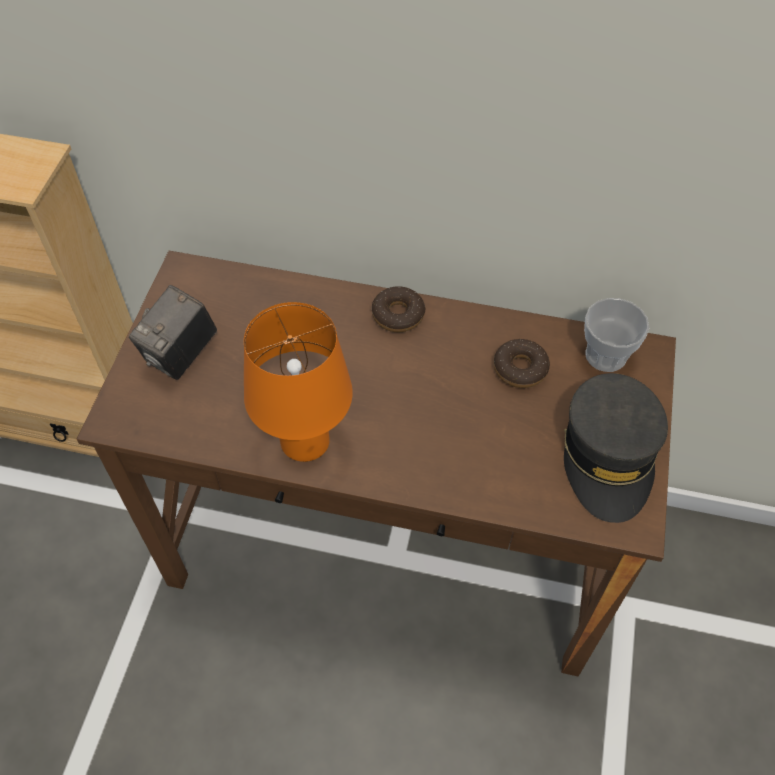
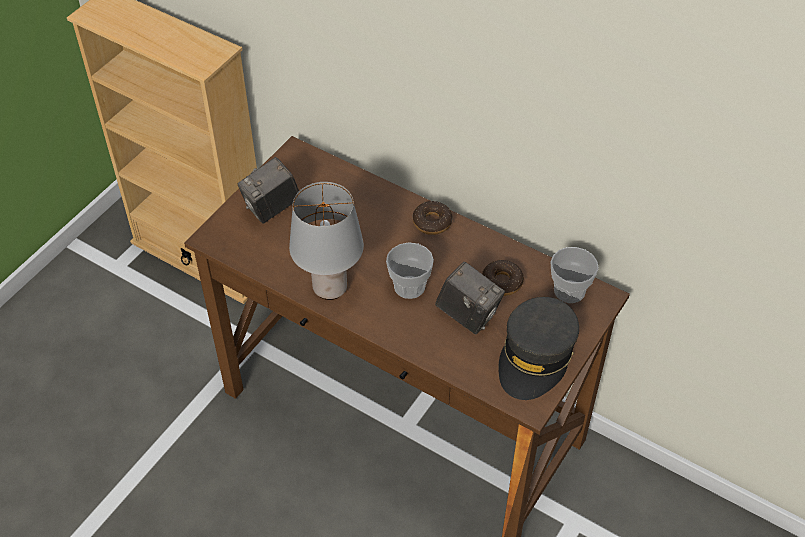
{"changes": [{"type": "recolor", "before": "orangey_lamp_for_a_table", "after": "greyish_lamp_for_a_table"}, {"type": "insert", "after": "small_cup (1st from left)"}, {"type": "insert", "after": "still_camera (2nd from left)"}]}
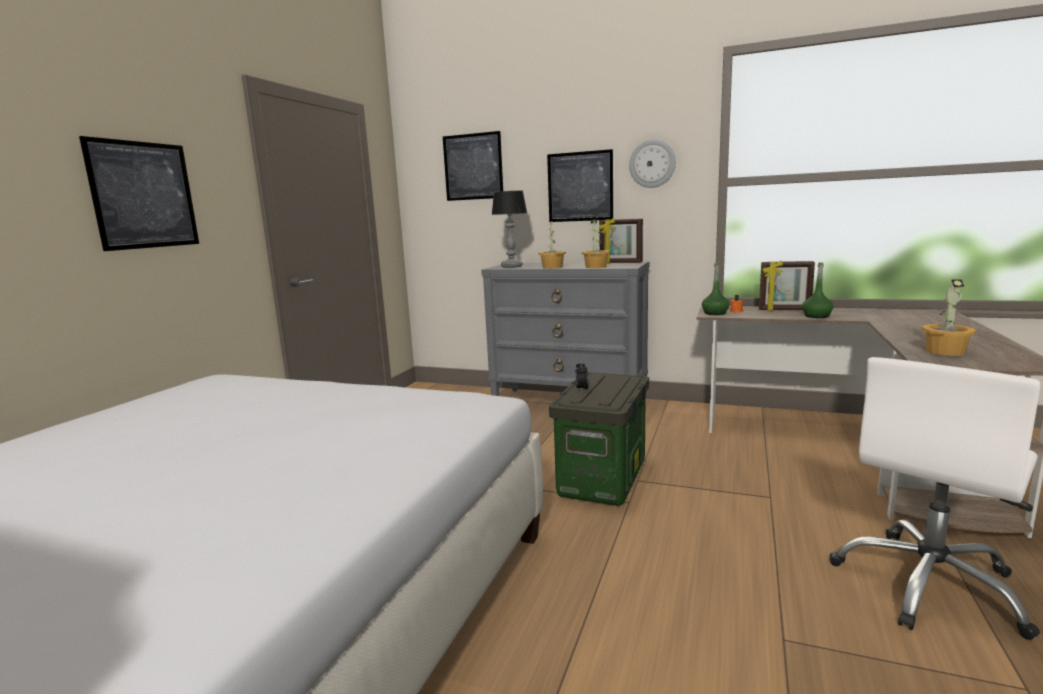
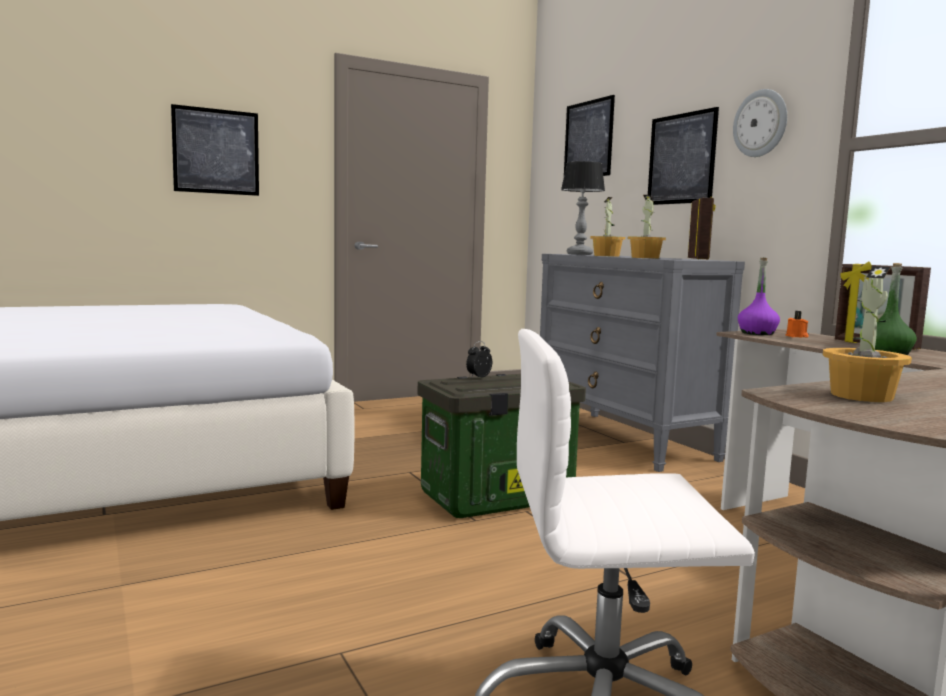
{"changes": [{"type": "rotate", "before": "picture_frame (1st from left)", "turn": -150}, {"type": "recolor", "before": "green-coloured_drink_bottle (1st from left)", "after": "purple-coloured_drink_bottle"}]}
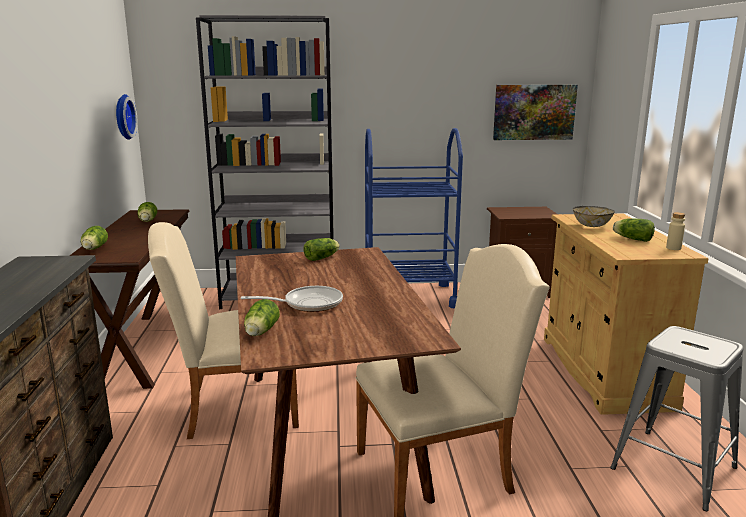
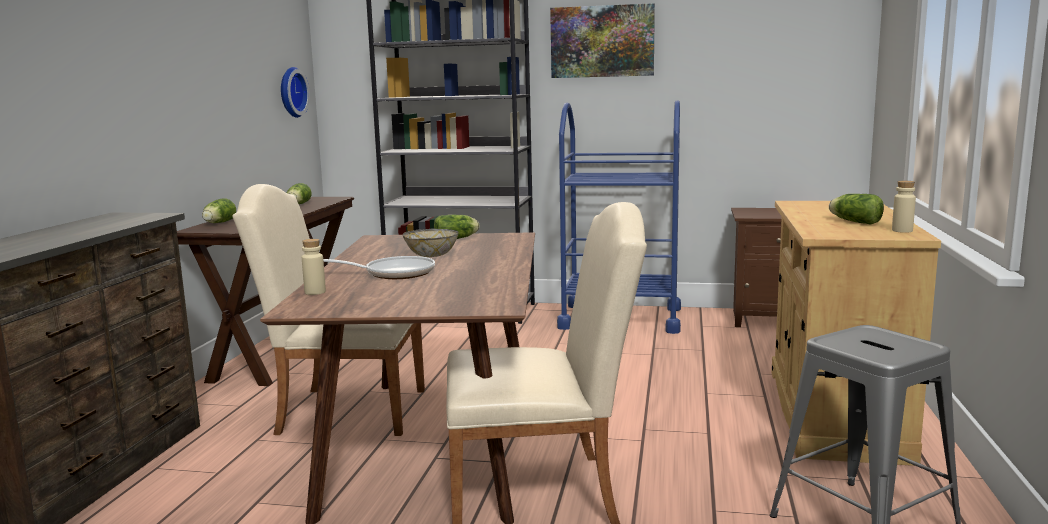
{"changes": [{"type": "replace", "before": "head_of_lettuce (3rd from left)", "after": "sand-coloured_drink_bottle (1st from left)"}, {"type": "move", "before": "serving_bowl"}, {"type": "move", "before": "wall_art"}]}
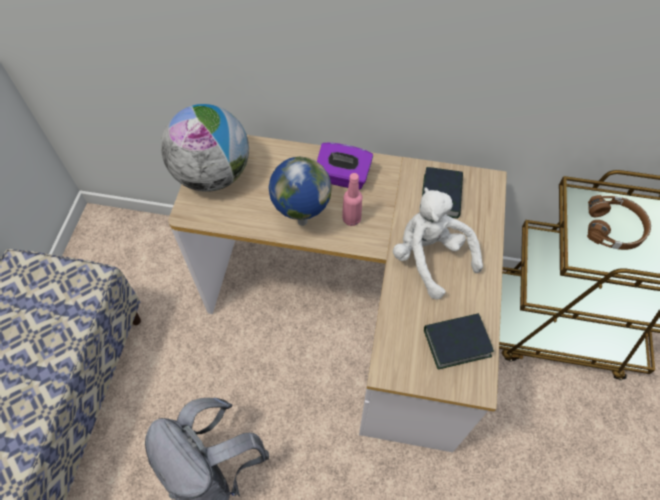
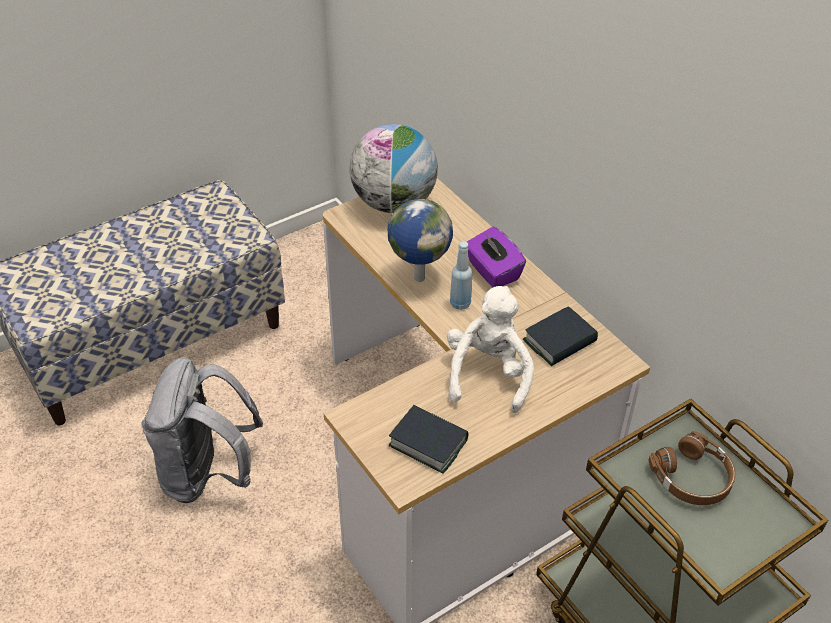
{"changes": [{"type": "recolor", "before": "pink-coloured_drink_bottle", "after": "blue_drink_bottle"}]}
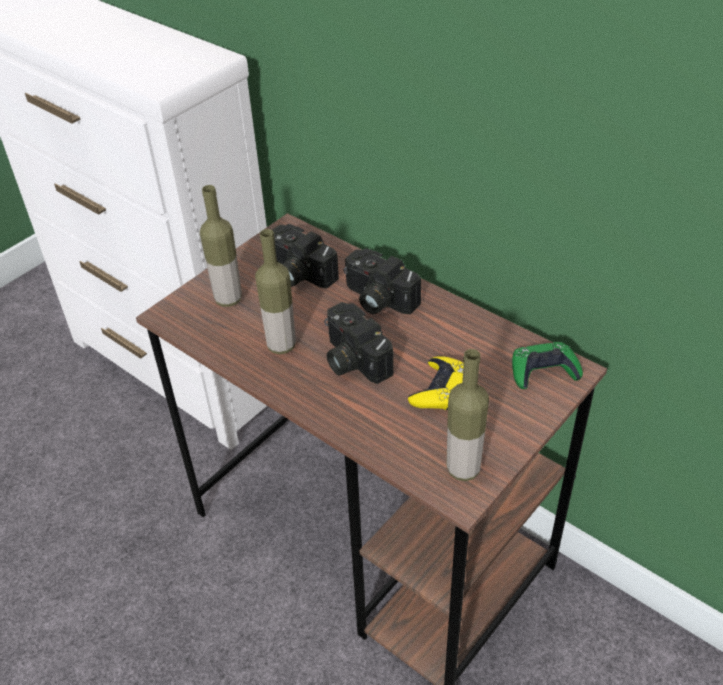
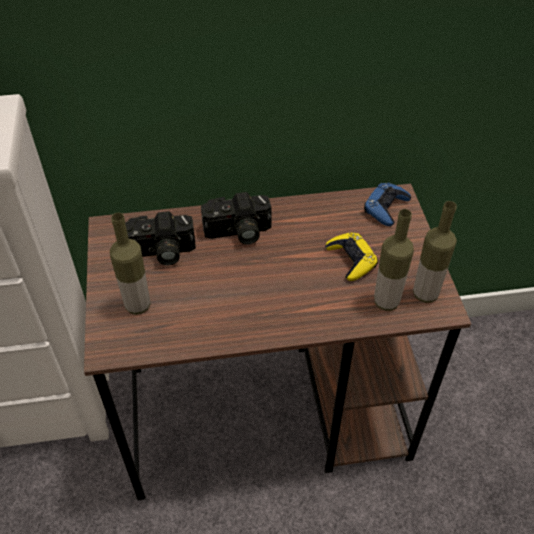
{"changes": [{"type": "recolor", "before": "green-coloured_joypad", "after": "blue_joypad"}, {"type": "move", "before": "drink_bottle (2nd from left)"}, {"type": "delete", "before": "still_camera (2nd from left)"}]}
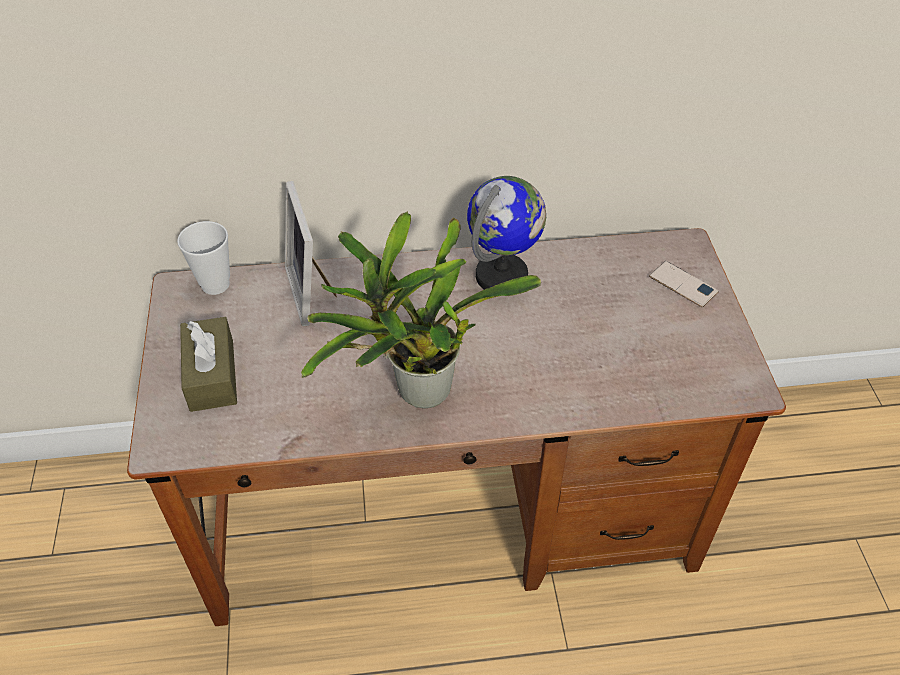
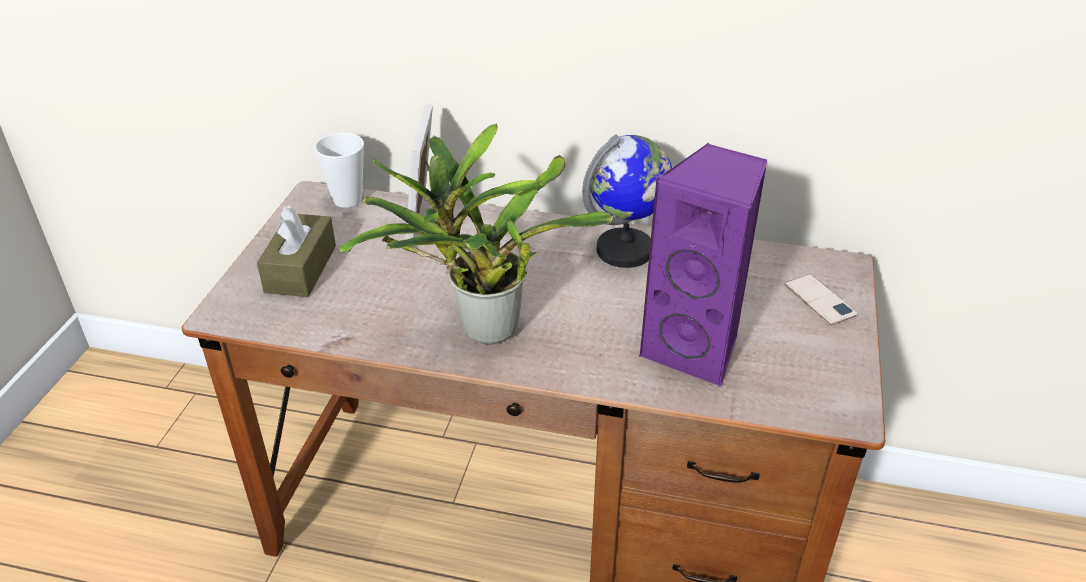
{"changes": [{"type": "insert", "after": "purple-coloured_audio_speaker"}]}
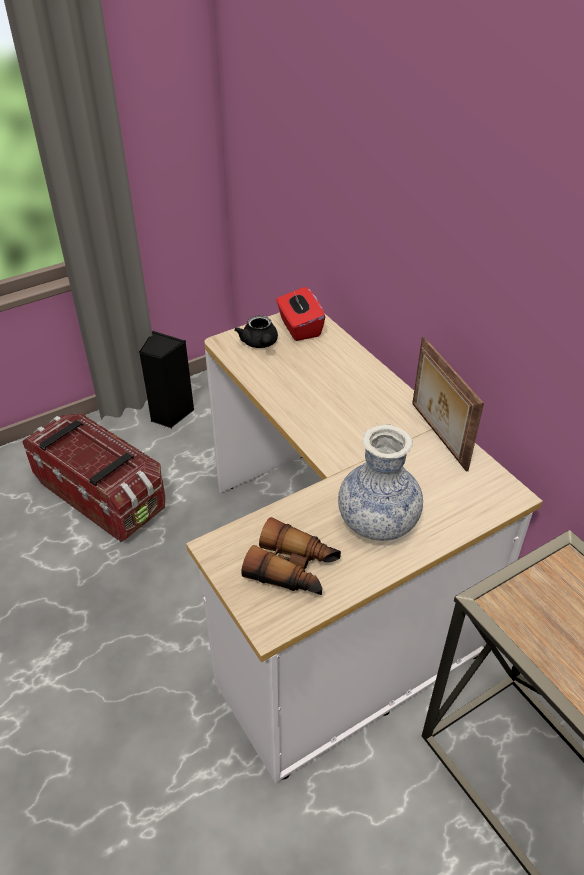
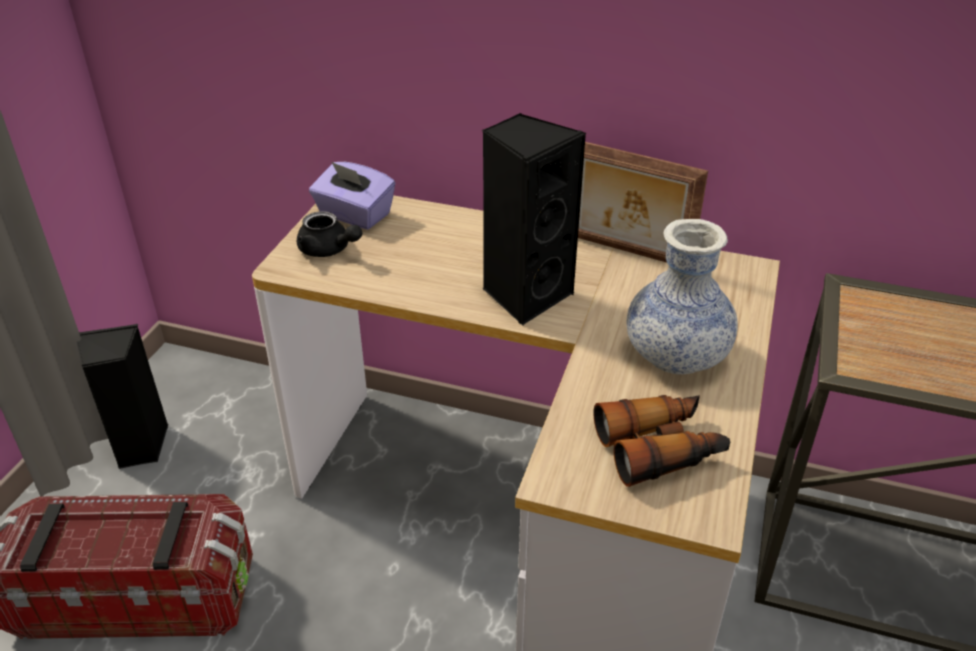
{"changes": [{"type": "recolor", "before": "red-coloured_box_of_tissues", "after": "purple-coloured_box_of_tissues"}, {"type": "insert", "after": "blackish_audio_speaker (2nd from left)"}]}
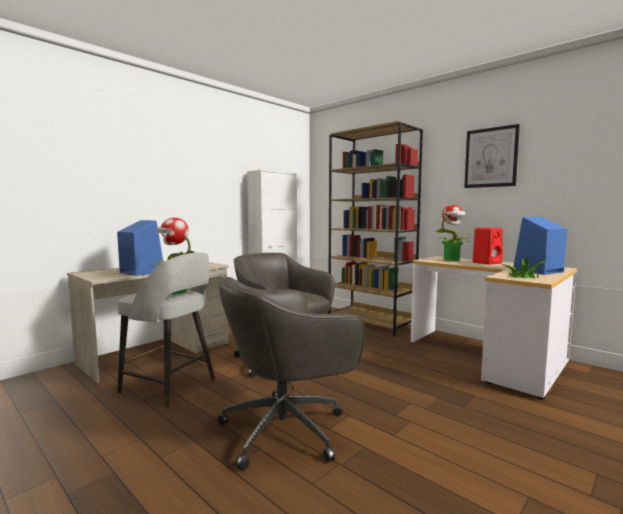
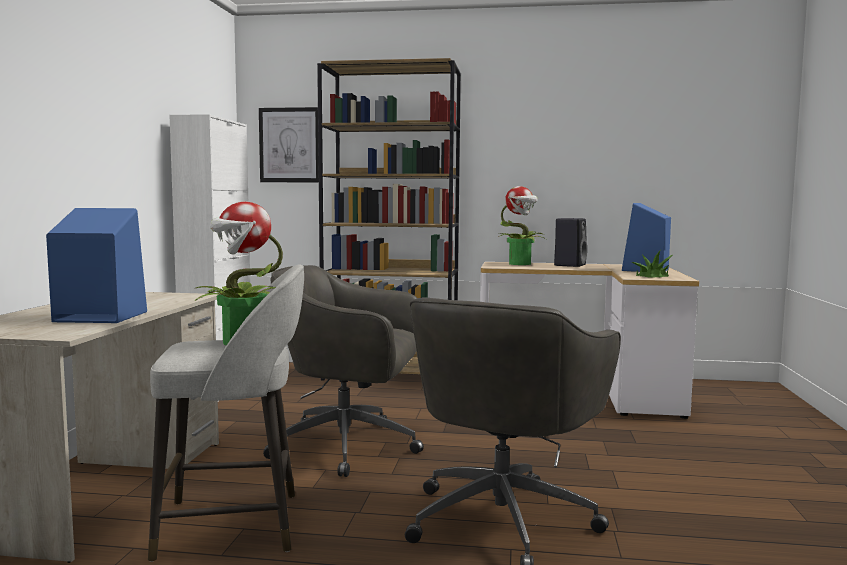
{"changes": [{"type": "move", "before": "wall_art"}, {"type": "recolor", "before": "red-coloured_audio_speaker", "after": "blackish_audio_speaker"}]}
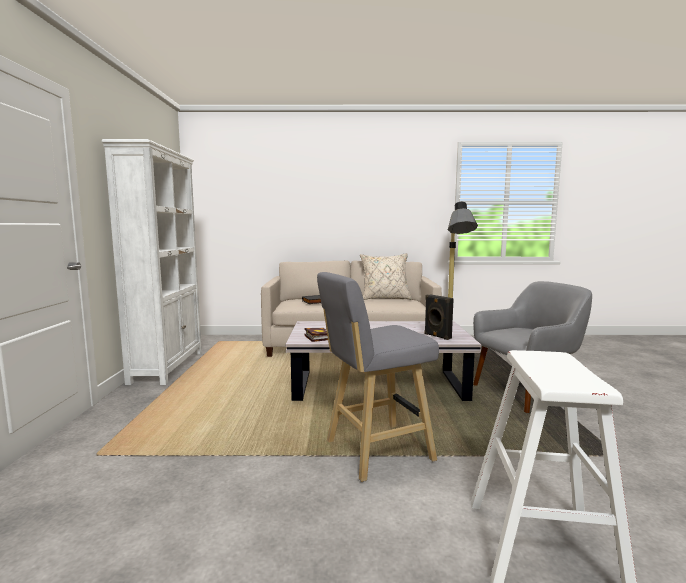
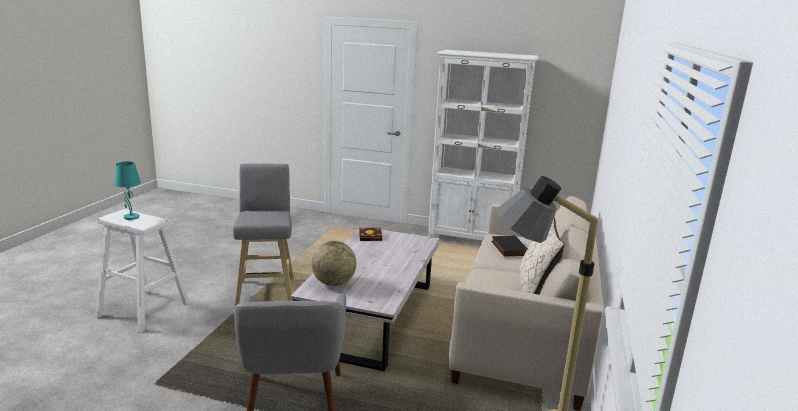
{"changes": [{"type": "insert", "after": "turquoise-coloured_lamp_for_a_table"}, {"type": "replace", "before": "blackish_audio_speaker", "after": "world_globe"}]}
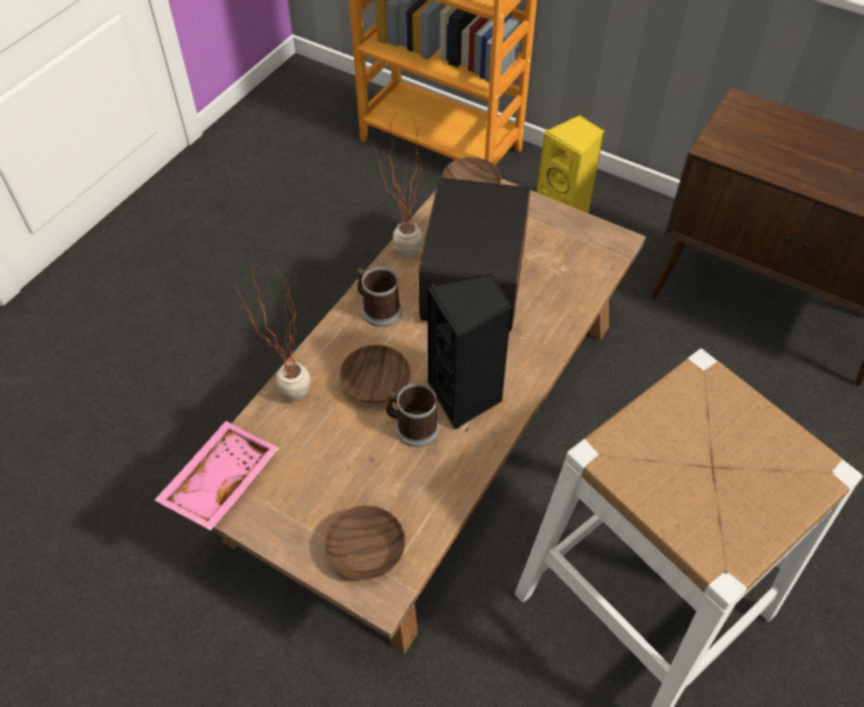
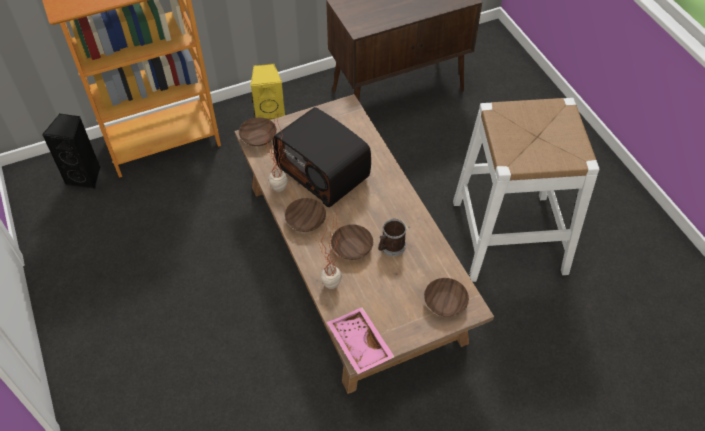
{"changes": [{"type": "move", "before": "blackish_audio_speaker"}, {"type": "replace", "before": "coffee_mug (1st from left)", "after": "brown-coloured_serving_bowl (2nd from left)"}]}
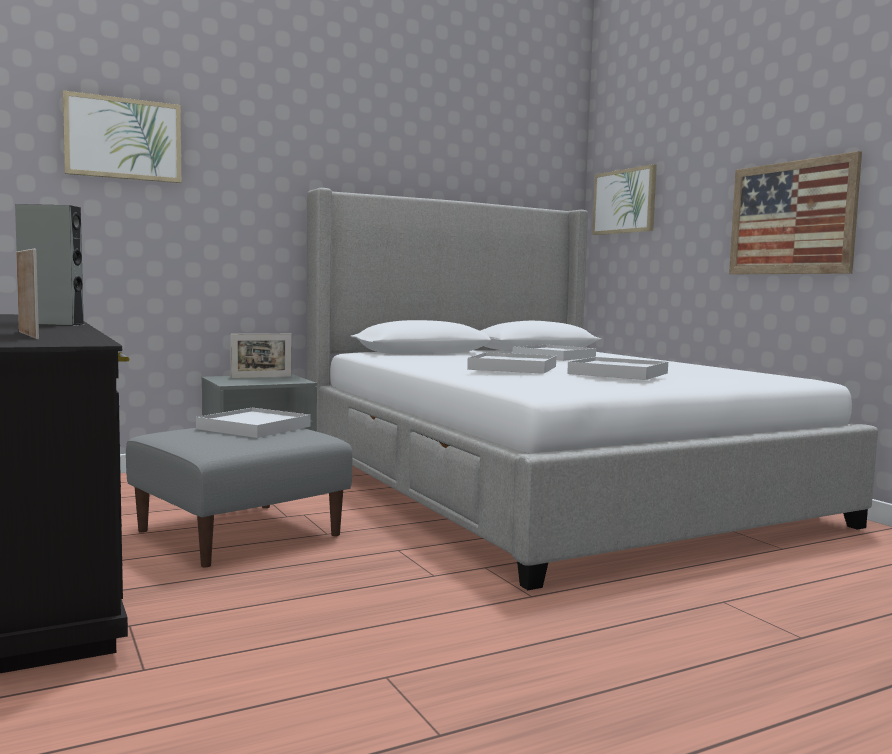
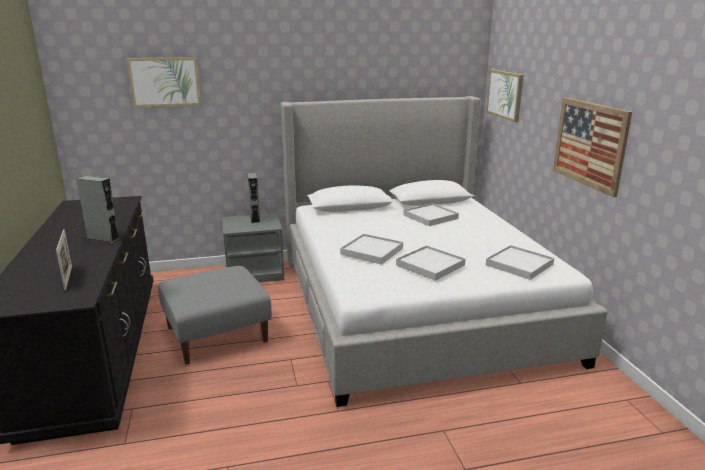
{"changes": [{"type": "replace", "before": "picture_frame (2nd from left)", "after": "greyish_audio_speaker (2nd from left)"}, {"type": "move", "before": "white_serving_tray (1st from left in the first image)", "after": "white_serving_tray (4th from left)"}]}
